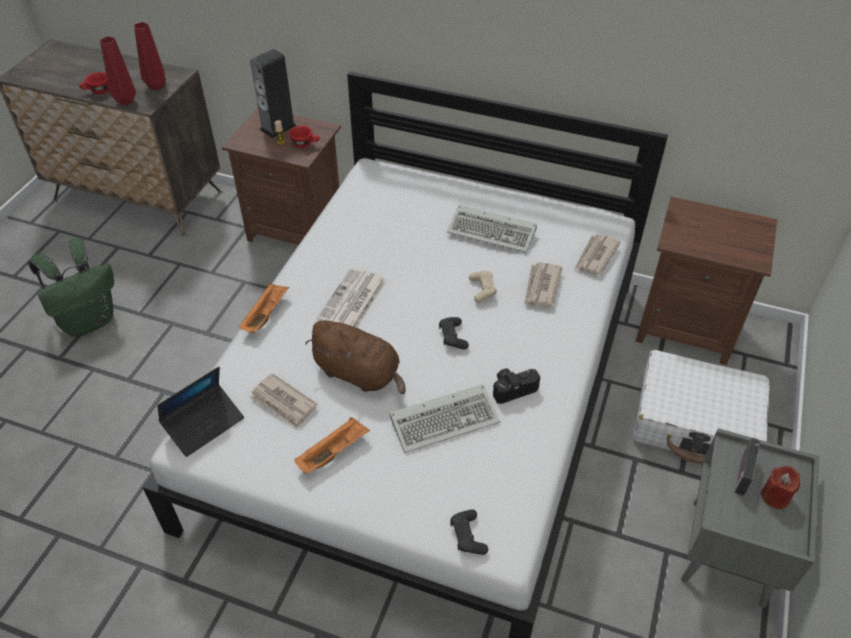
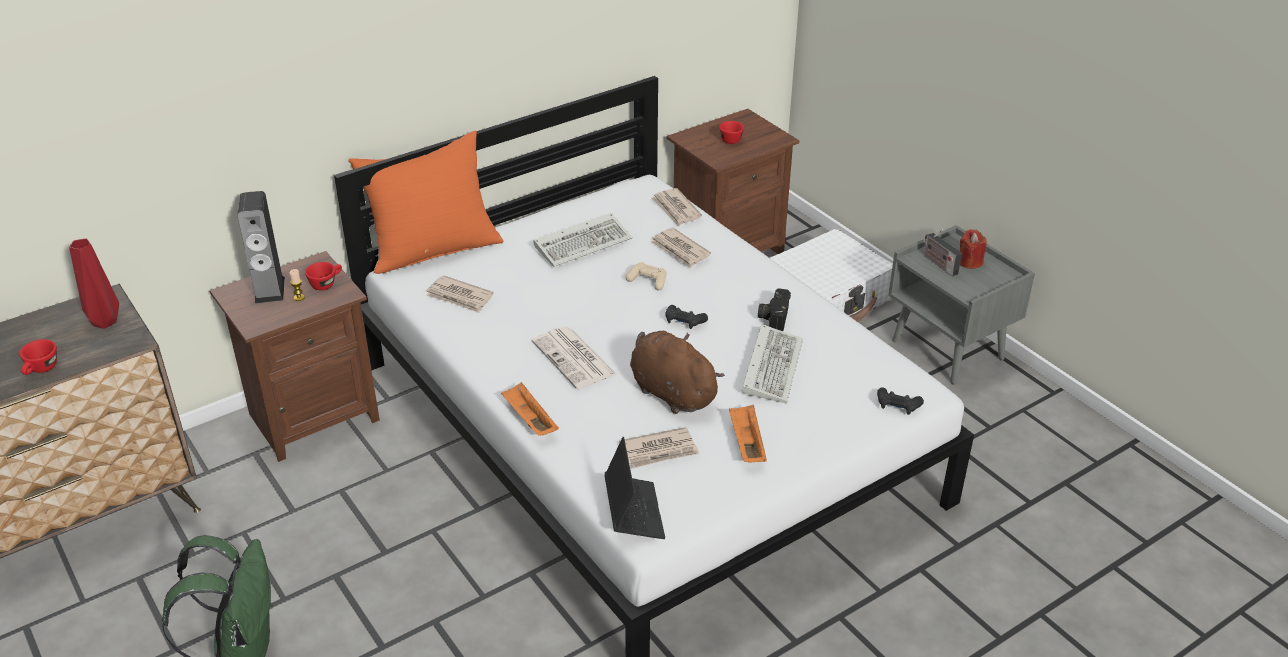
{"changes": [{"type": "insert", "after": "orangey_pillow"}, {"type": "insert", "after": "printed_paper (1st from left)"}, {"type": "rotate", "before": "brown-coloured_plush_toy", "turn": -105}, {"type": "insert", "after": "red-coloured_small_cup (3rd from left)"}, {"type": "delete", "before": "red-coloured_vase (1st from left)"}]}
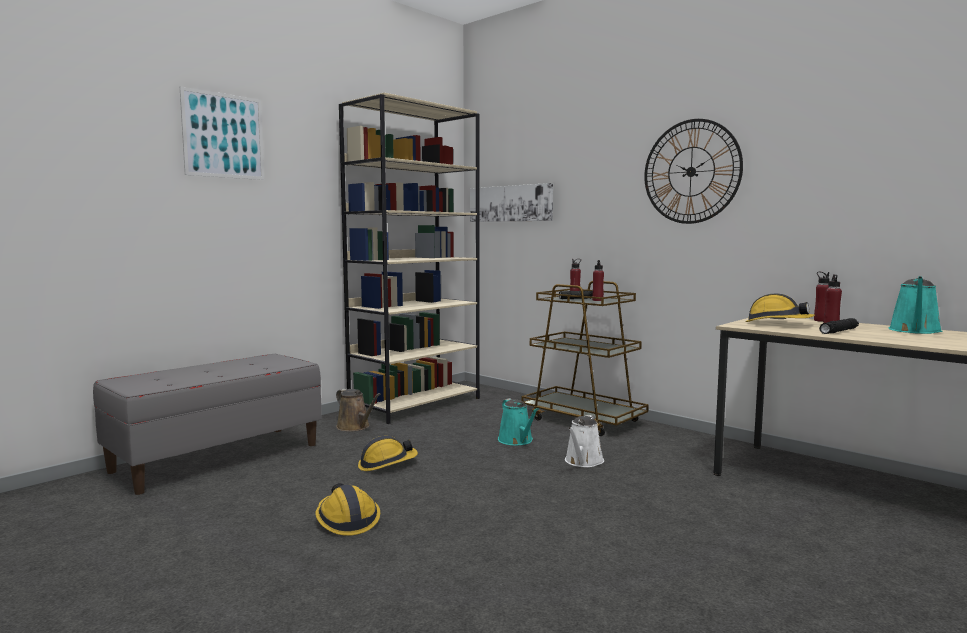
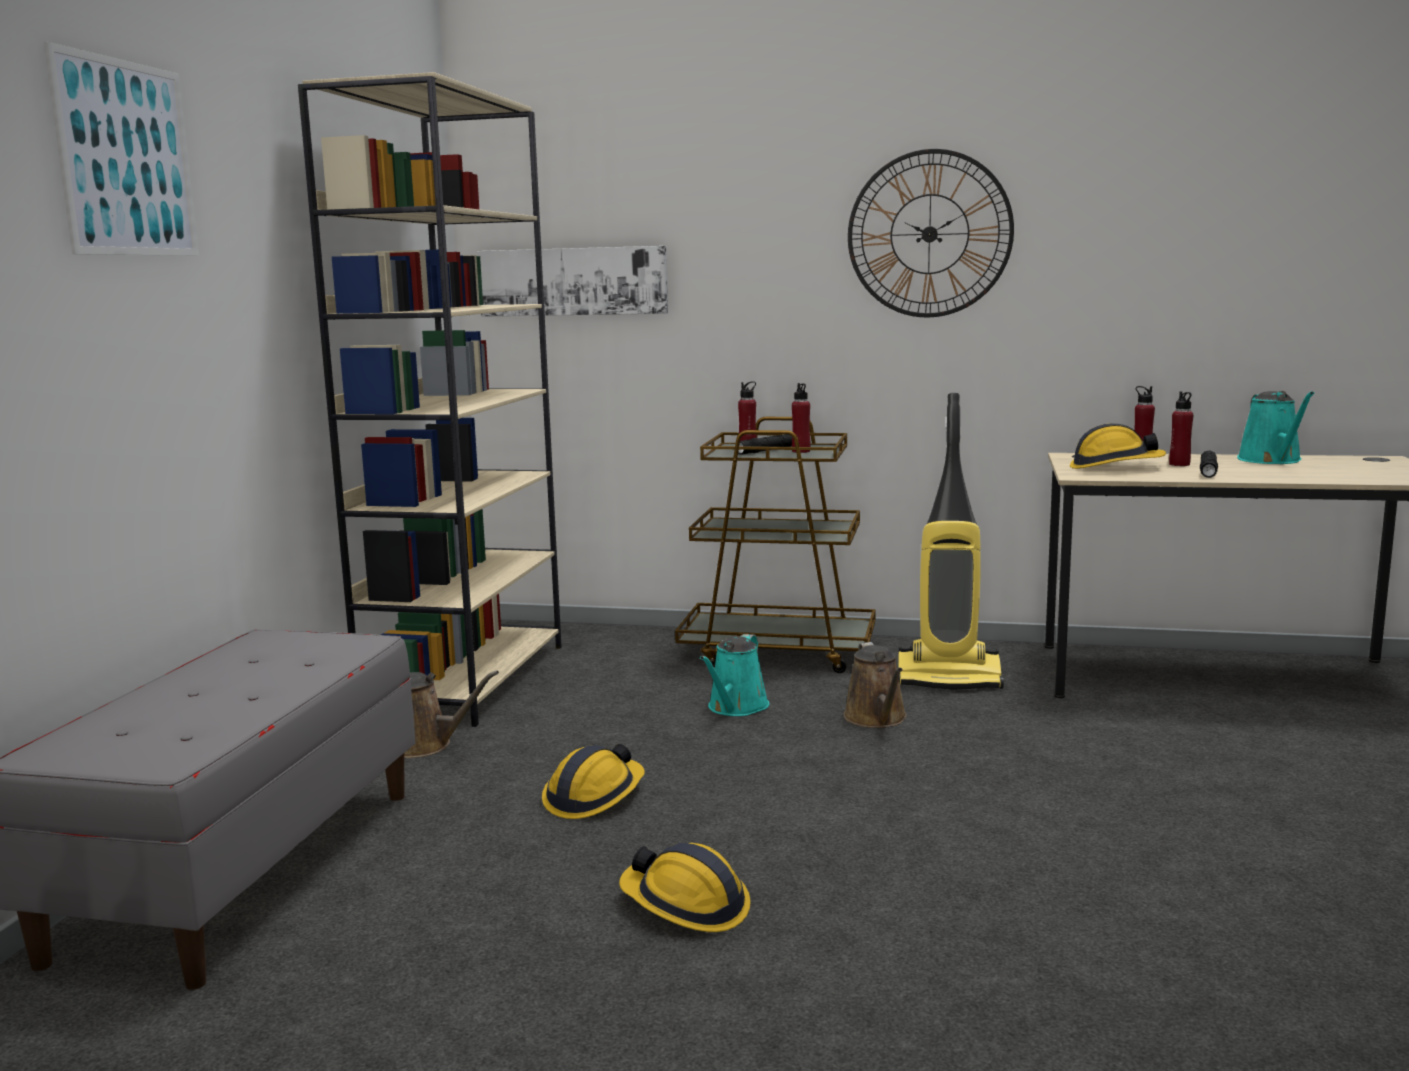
{"changes": [{"type": "rotate", "before": "turquoise-coloured_watering_can (1st from left)", "turn": 75}, {"type": "recolor", "before": "white_watering_can", "after": "brown-coloured_watering_can (2nd from left)"}, {"type": "insert", "after": "vacuum_cleaner"}]}
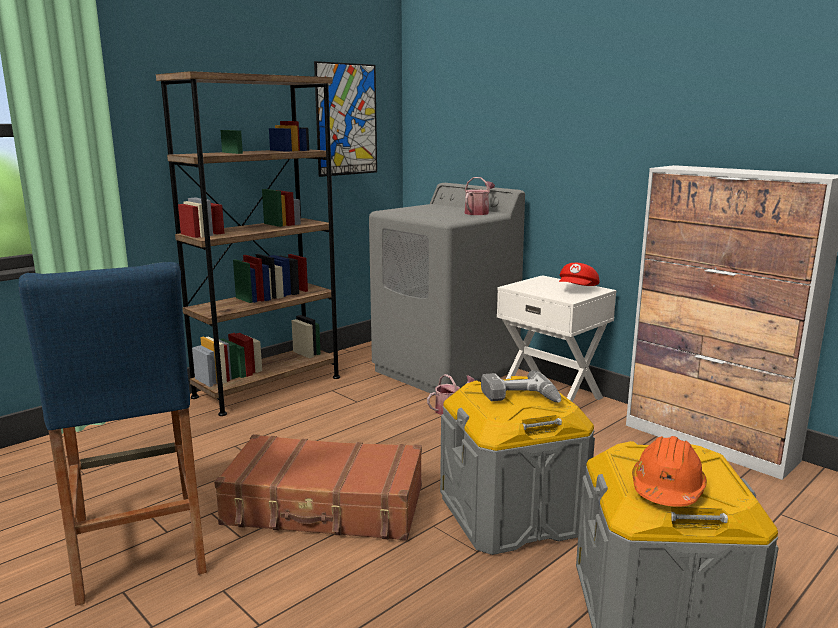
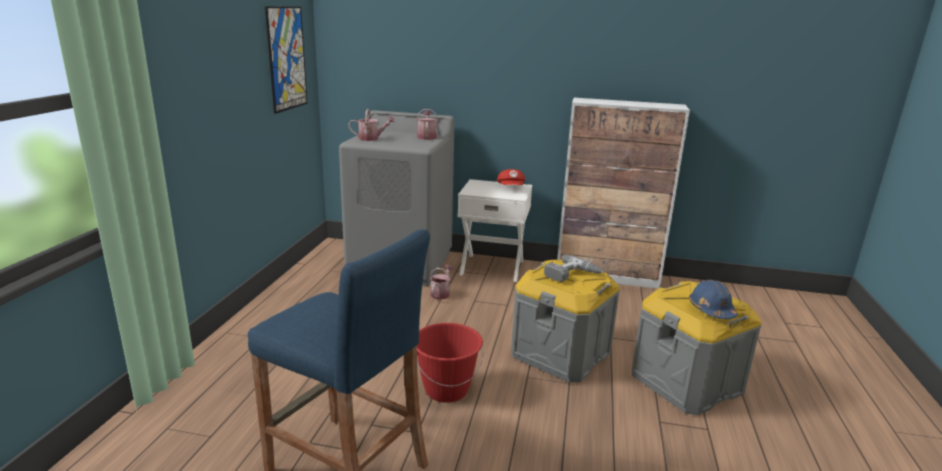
{"changes": [{"type": "insert", "after": "watering_can (1st from left)"}, {"type": "replace", "before": "brown-coloured_piece_of_luggage", "after": "red-coloured_water_bucket"}, {"type": "recolor", "before": "orangey_hard_hat", "after": "blue_hard_hat"}, {"type": "delete", "before": "brown-coloured_shelving_unit"}]}
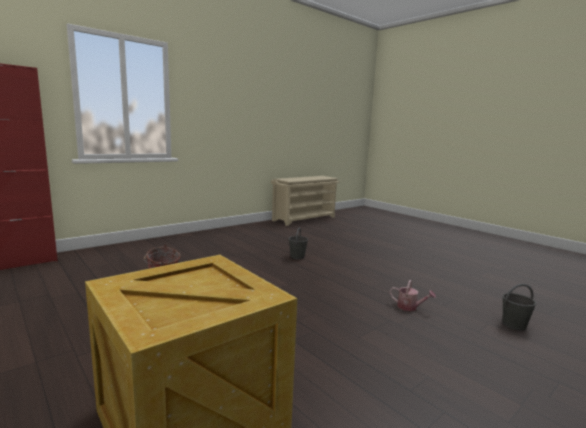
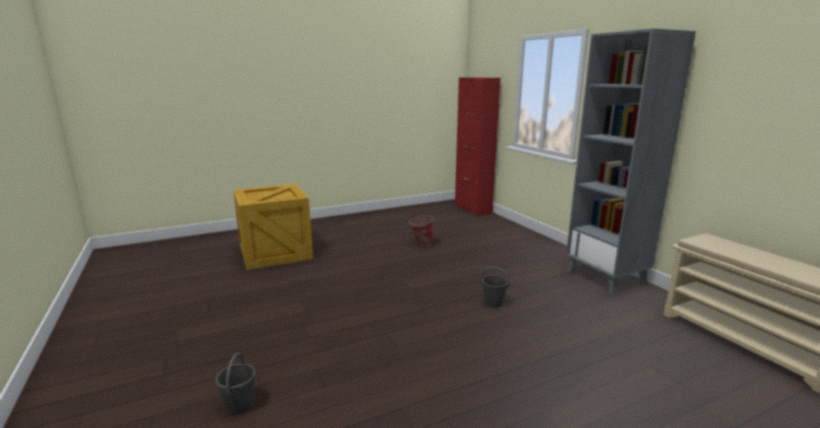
{"changes": [{"type": "insert", "after": "greyish_shelving_unit"}, {"type": "delete", "before": "watering_can"}]}
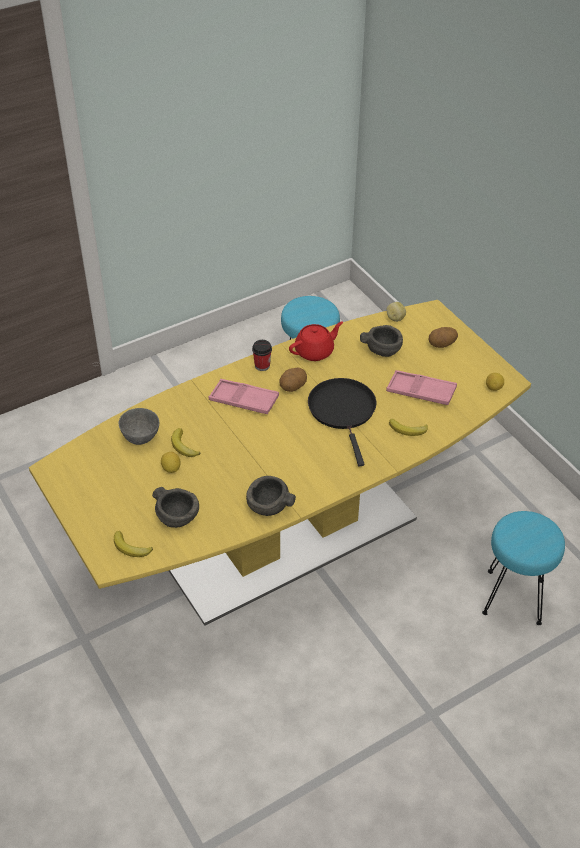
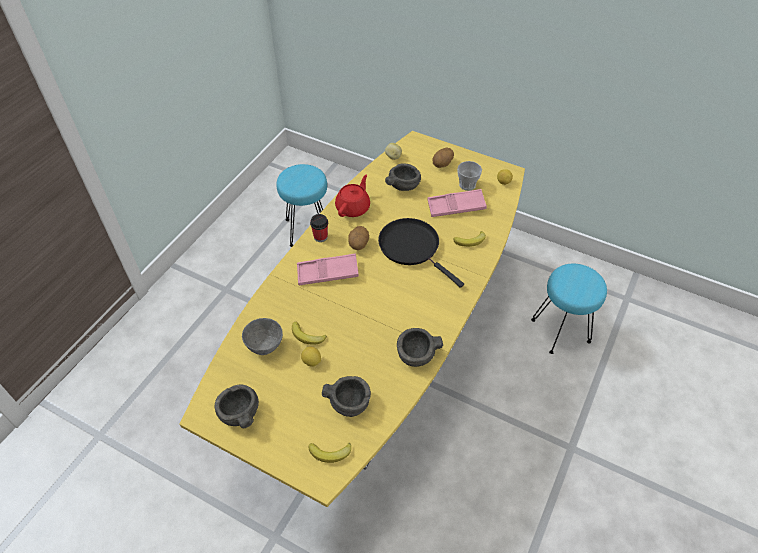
{"changes": [{"type": "insert", "after": "greyish_serving_bowl (1st from left)"}, {"type": "insert", "after": "small_cup (2nd from left)"}]}
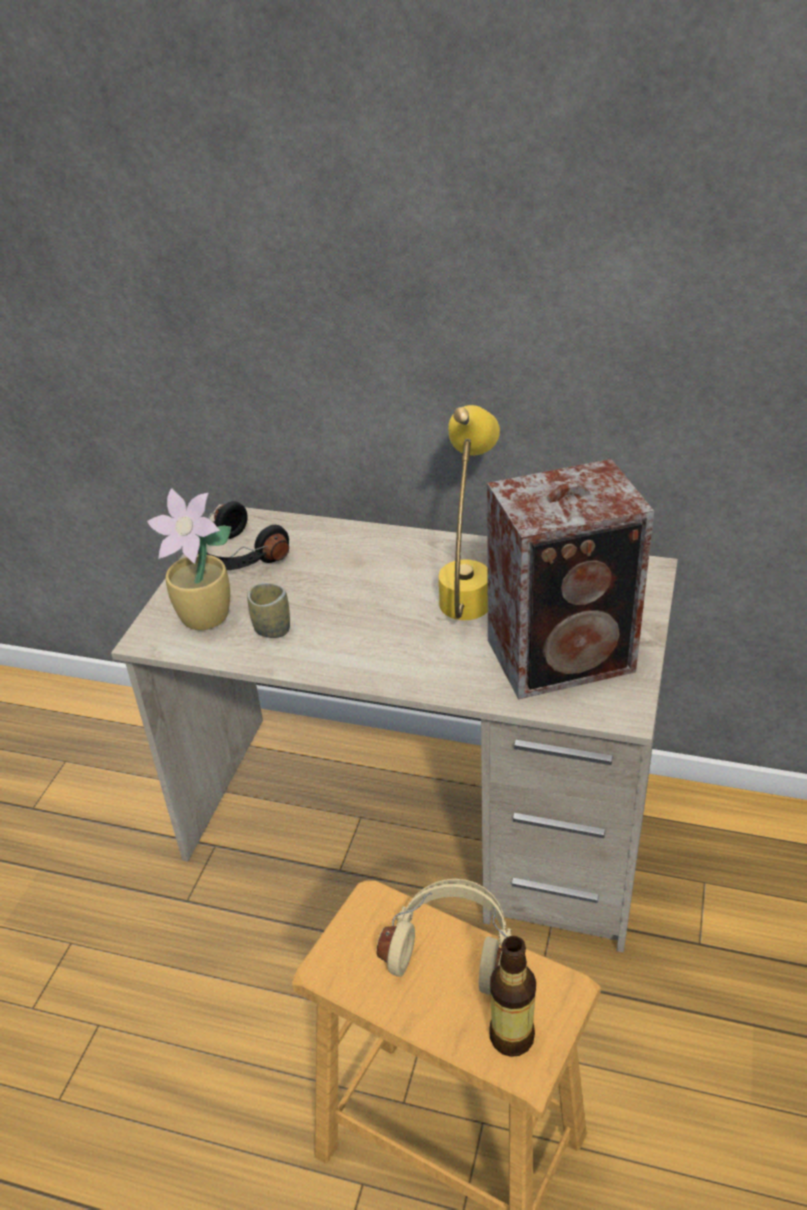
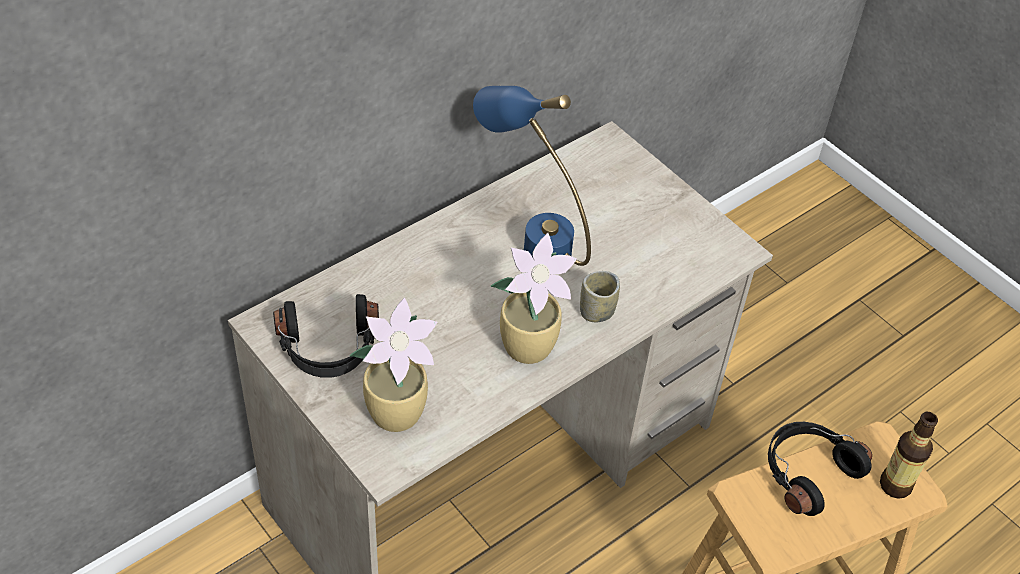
{"changes": [{"type": "recolor", "before": "yellow_lamp_for_a_table", "after": "blue_lamp_for_a_table"}, {"type": "insert", "after": "potted_plant (2nd from left)"}, {"type": "move", "before": "small_cup"}, {"type": "recolor", "before": "sand-coloured_headphones", "after": "blackish_headphones (2nd from left)"}, {"type": "delete", "before": "audio_speaker"}]}
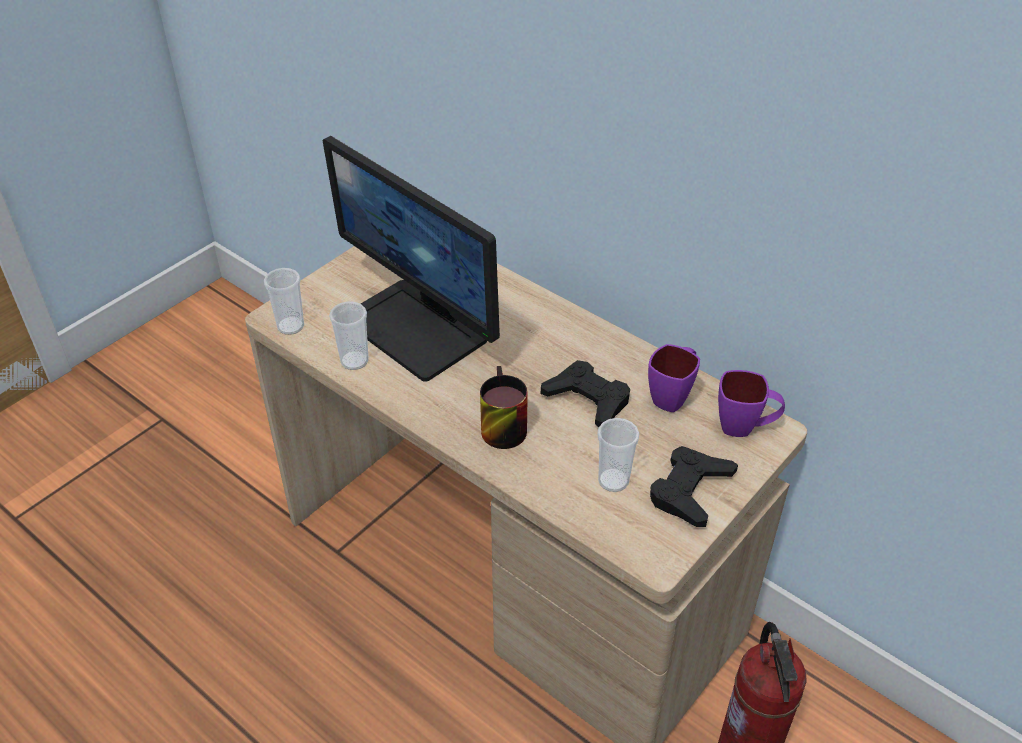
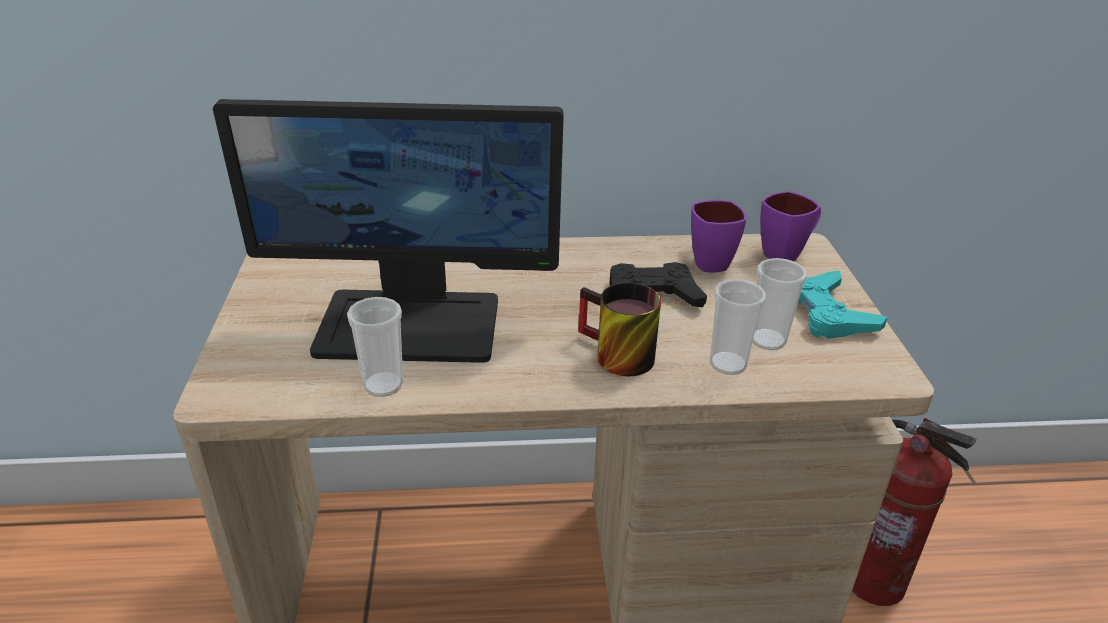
{"changes": [{"type": "move", "before": "small_cup (1st from left in the first image)", "after": "small_cup (2nd from left)"}, {"type": "recolor", "before": "blackish_joypad (2nd from left)", "after": "turquoise-coloured_joypad"}]}
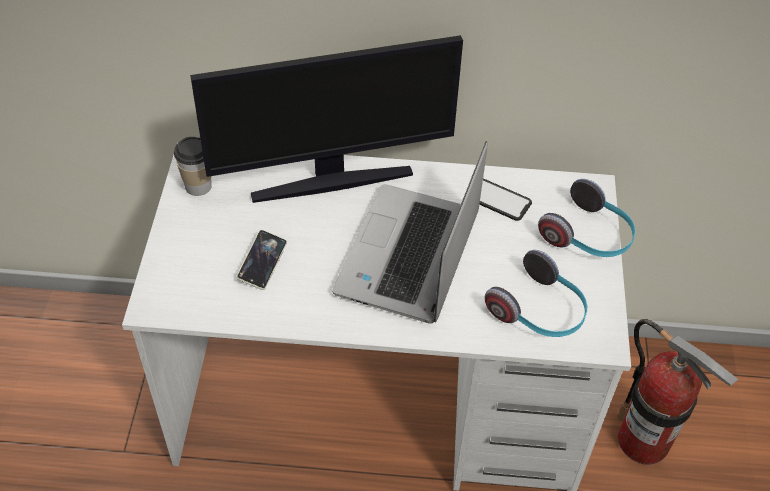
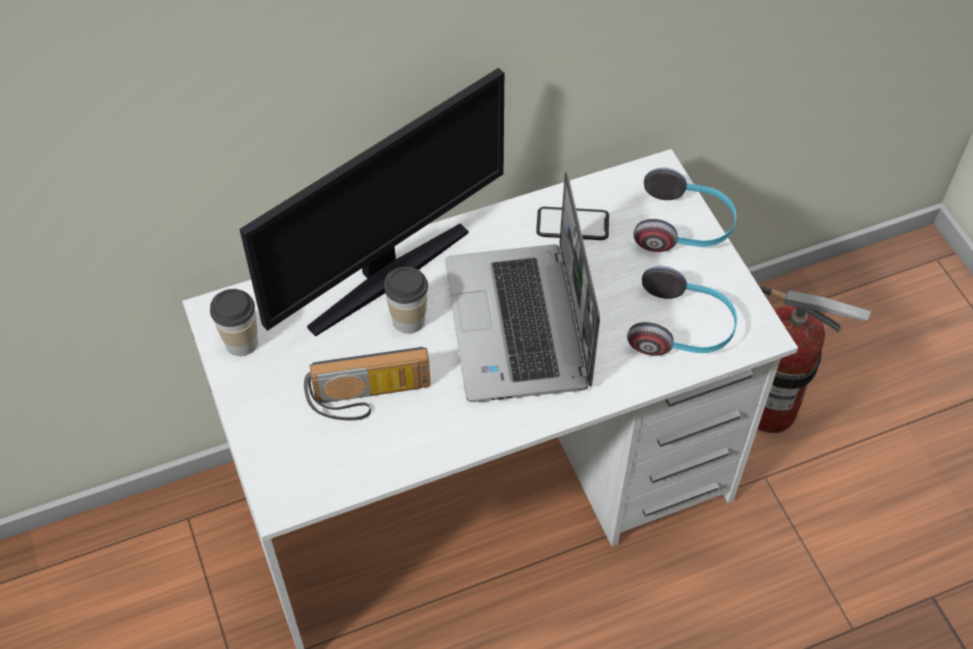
{"changes": [{"type": "replace", "before": "phone (1st from left)", "after": "radio_receiver"}, {"type": "insert", "after": "small_cup (2nd from left)"}]}
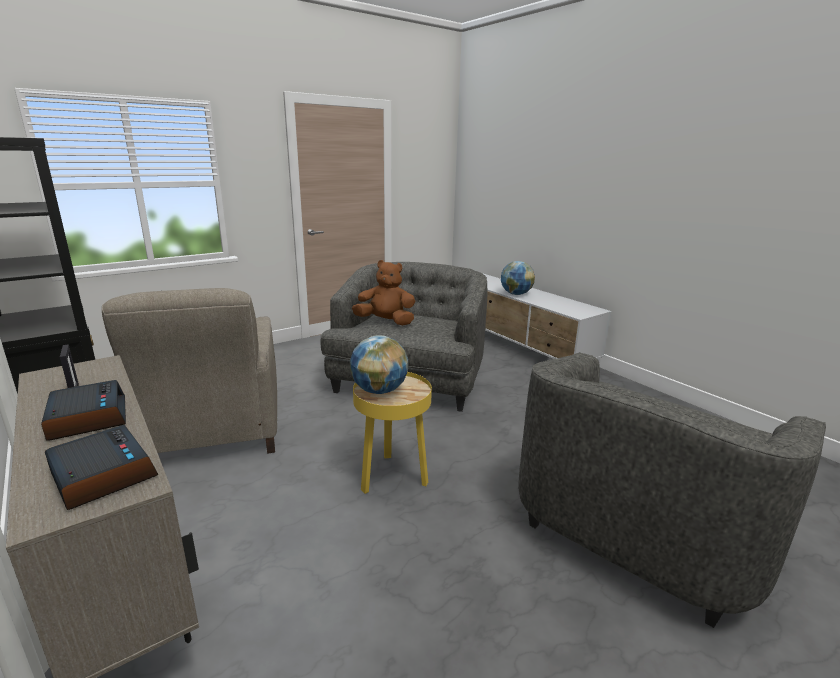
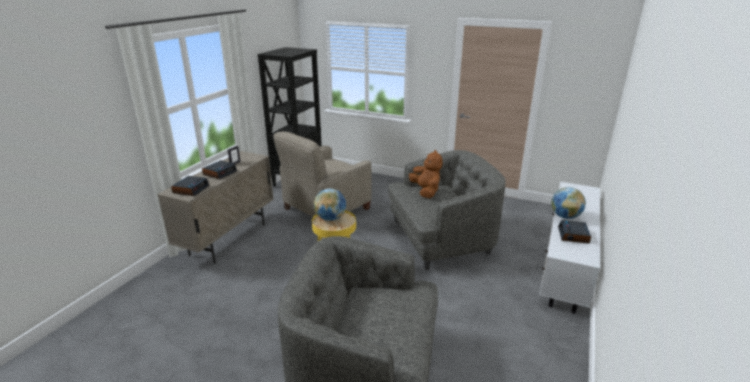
{"changes": [{"type": "insert", "after": "alarm_clock (3rd from left)"}]}
